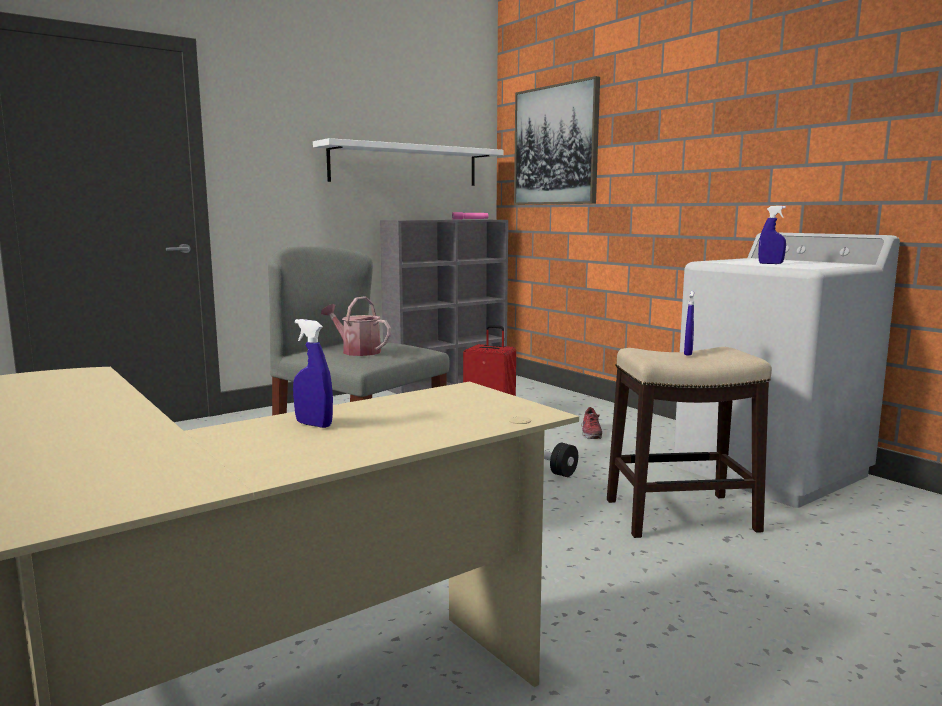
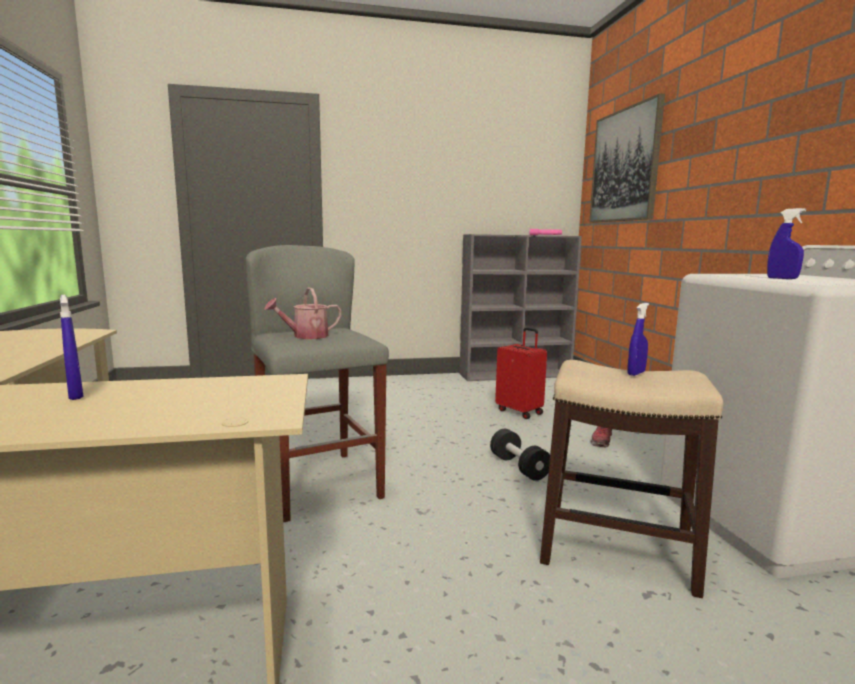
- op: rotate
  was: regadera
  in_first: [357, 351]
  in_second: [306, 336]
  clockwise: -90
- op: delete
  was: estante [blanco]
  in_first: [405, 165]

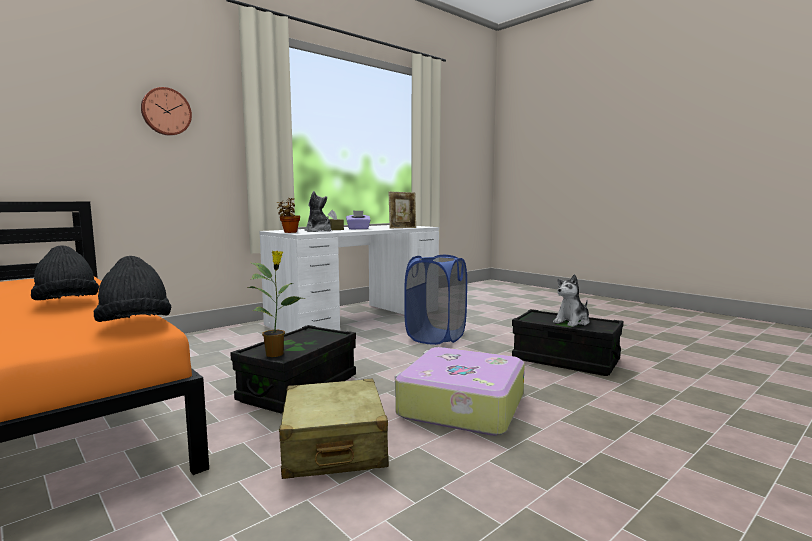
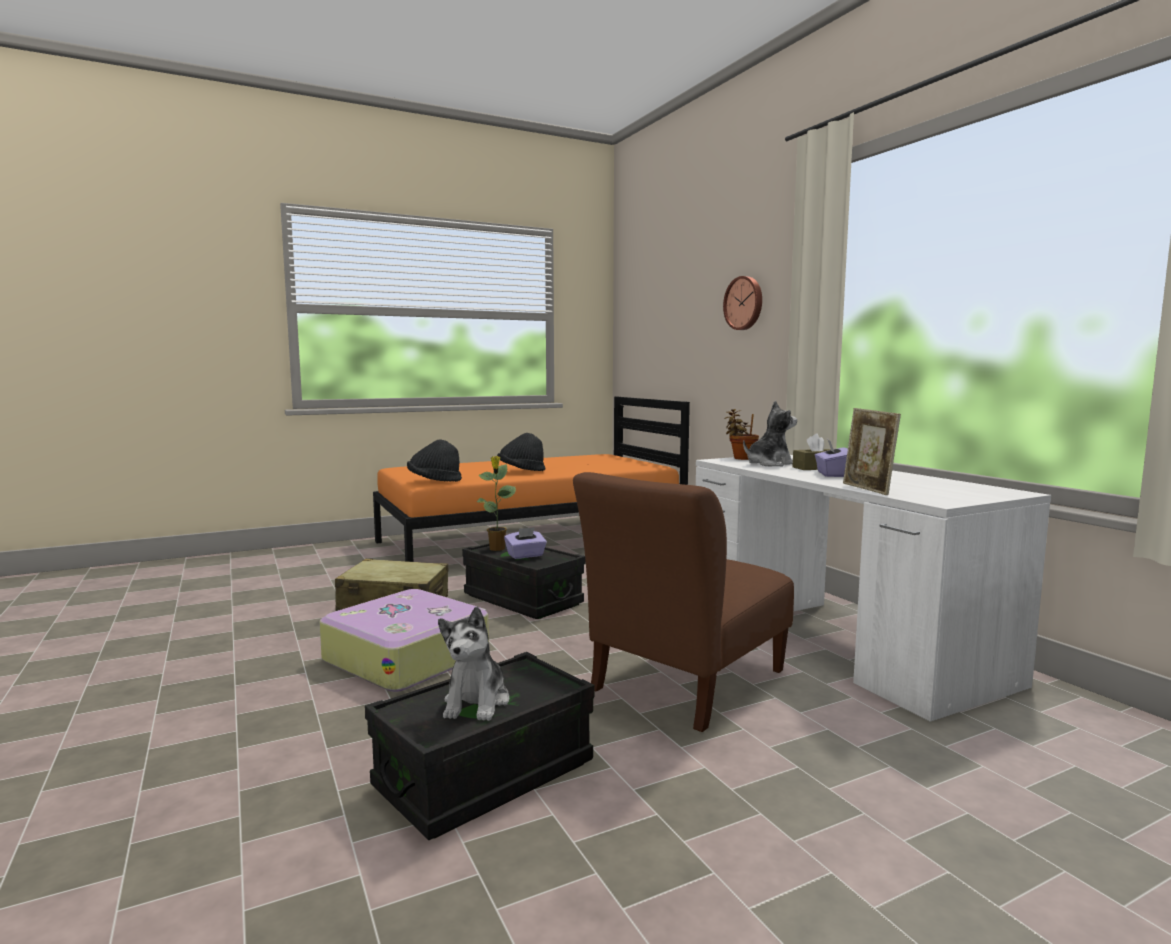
- op: rotate
  was: peluche
  in_first: [572, 322]
  in_second: [476, 702]
  clockwise: -150
- op: insert
  now: caja de pañuelos [morado]
  in_second: [525, 555]
- op: replace
  was: cesto de la ropa [azul]
  now: silla [marrón]
  in_first: [436, 337]
  in_second: [684, 684]

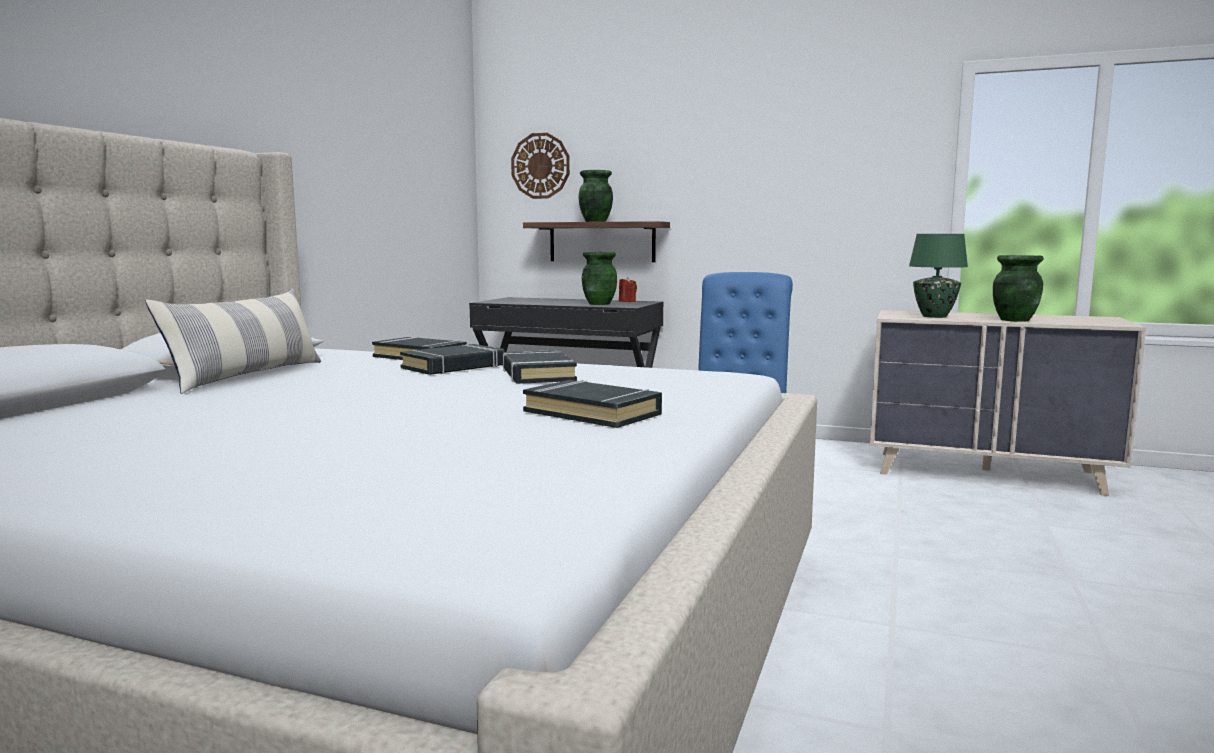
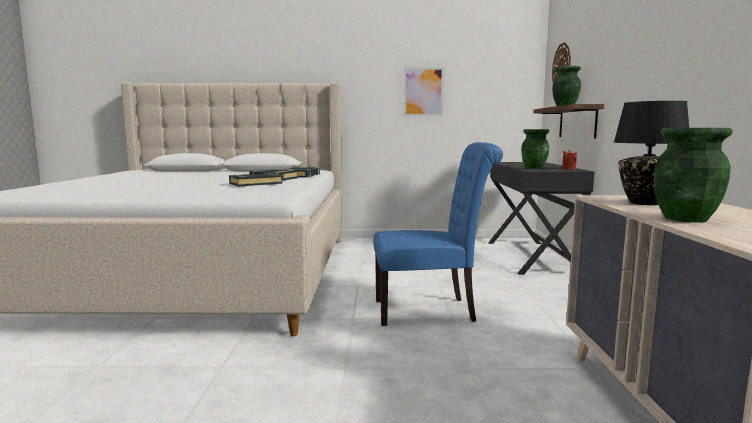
- op: insert
  now: cuadro
  in_second: [423, 92]
- op: recolor
  was: lámpara de mesa [verde]
  now: lámpara de mesa [negro]
  in_first: [934, 316]
  in_second: [645, 203]
- op: delete
  was: cojín
  in_first: [248, 376]
- op: delete
  was: libro [negro]
  in_first: [593, 413]

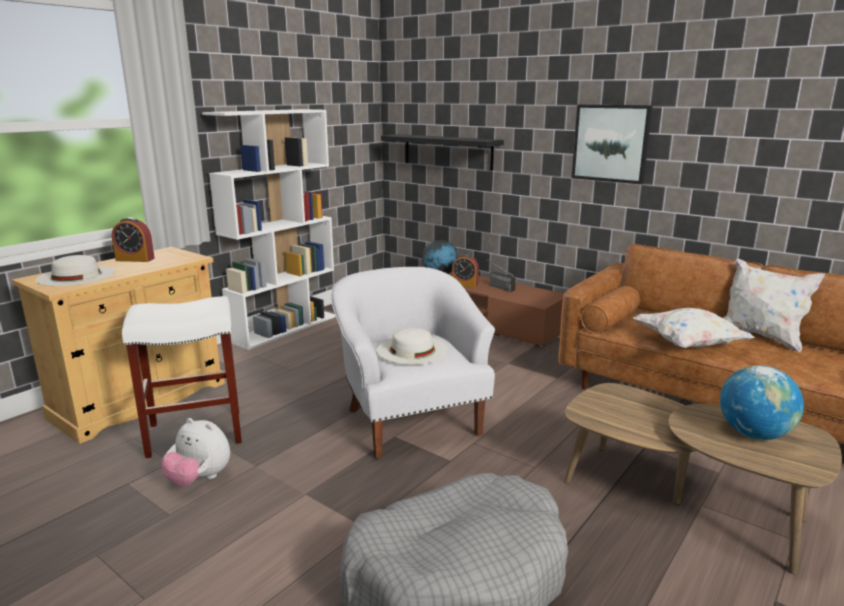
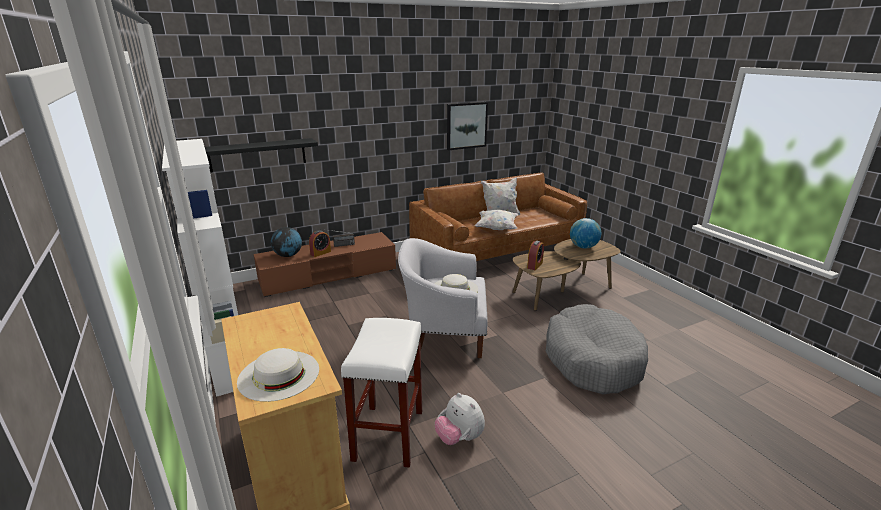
- op: rotate
  was: peluche
  in_first: [199, 479]
  in_second: [459, 438]
  clockwise: 90
- op: move
  was: cuadro
  in_first: [611, 143]
  in_second: [466, 125]
- op: move
  was: despertador
  in_first: [135, 259]
  in_second: [535, 265]

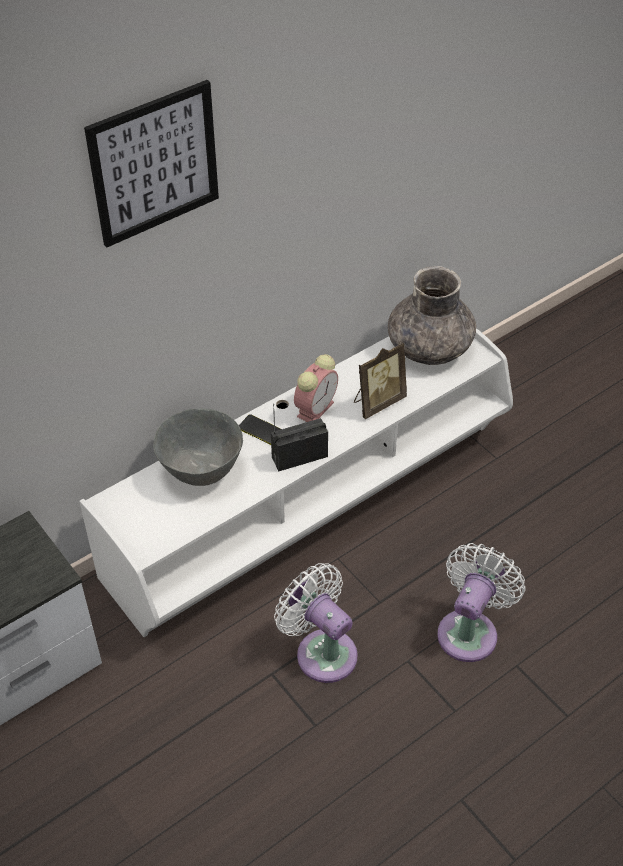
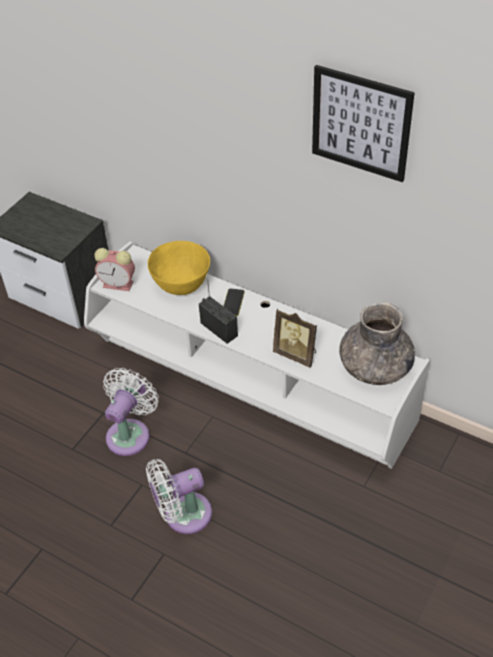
- op: move
  was: despertador
  in_first: [316, 408]
  in_second: [119, 284]
- op: rotate
  was: ventilador [blanco]
  in_first: [470, 630]
  in_second: [183, 515]
  clockwise: 150
- op: recolor
  was: cuenco [gris]
  now: cuenco [amarillo]
  in_first: [201, 470]
  in_second: [182, 285]
- op: move
  was: cuadro
  in_first: [154, 163]
  in_second: [361, 123]

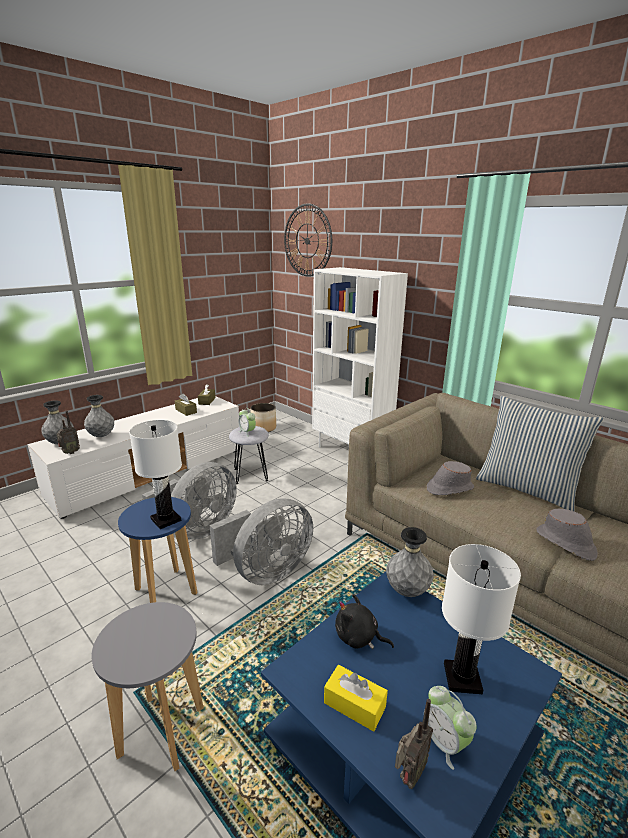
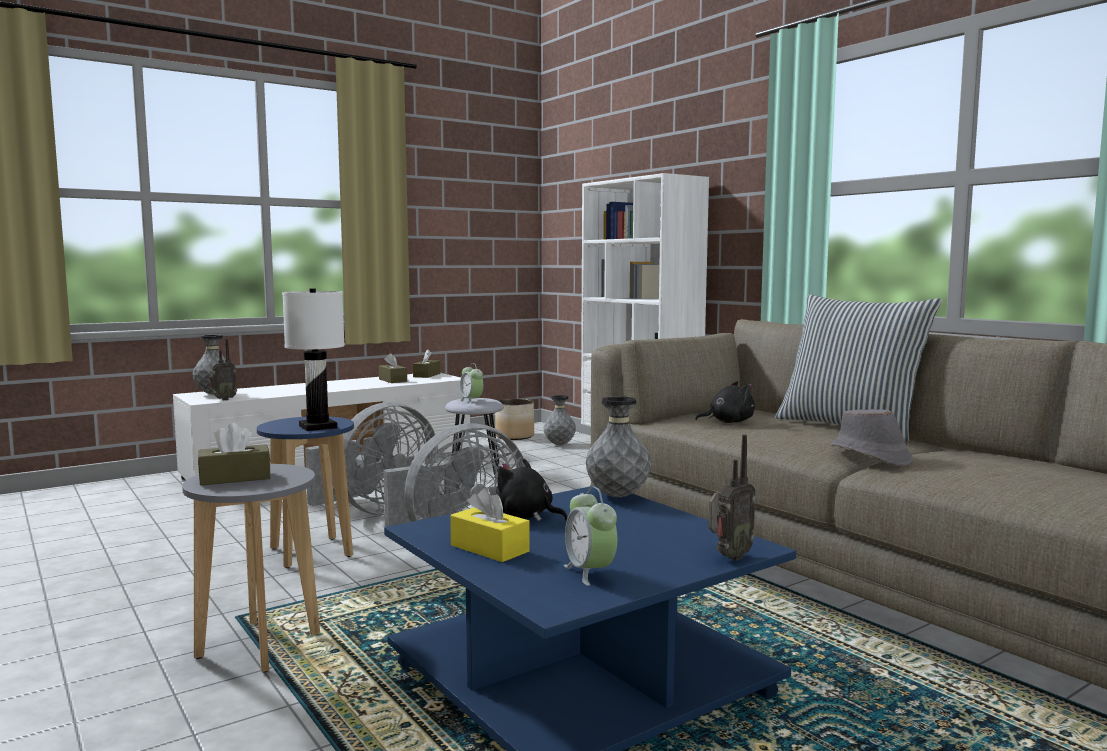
- op: insert
  now: caja de pañuelos [marrón]
  in_second: [235, 478]
- op: move
  was: florero [gris]
  in_first: [102, 436]
  in_second: [559, 444]
- op: replace
  was: sombrero [gris]
  now: peluche [negro]
  in_first: [449, 488]
  in_second: [728, 422]
- op: move
  was: radio
  in_first: [408, 775]
  in_second: [728, 557]
- op: delete
  was: reloj de pared
  in_first: [307, 241]
- op: delete
  was: lámpara de mesa [blanco]
  in_first: [462, 678]

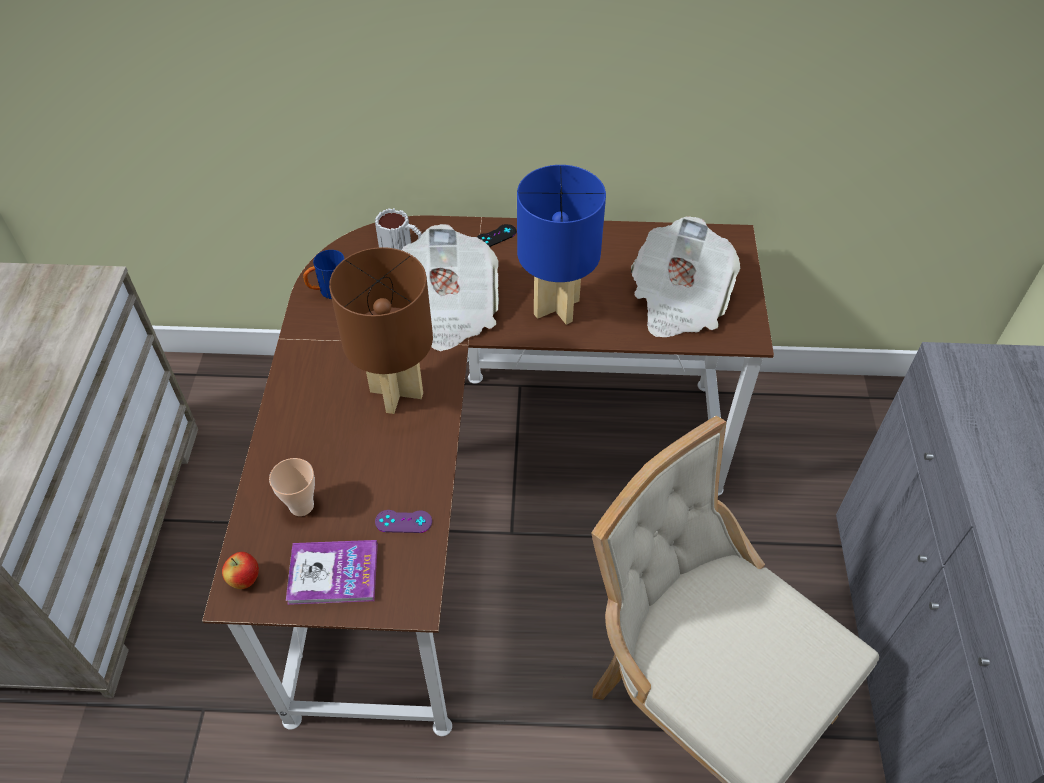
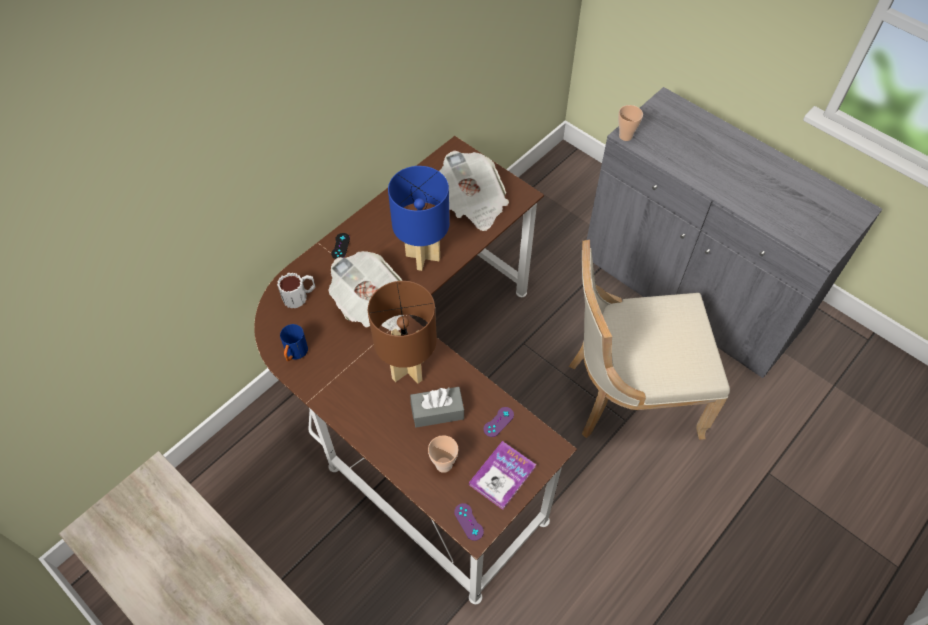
- op: insert
  now: caja de pañuelos [gris]
  in_second: [437, 412]
- op: replace
  was: manzana
  now: mando de consola [morado]
  in_first: [245, 580]
  in_second: [468, 522]
- op: insert
  now: taza
  in_second: [625, 136]

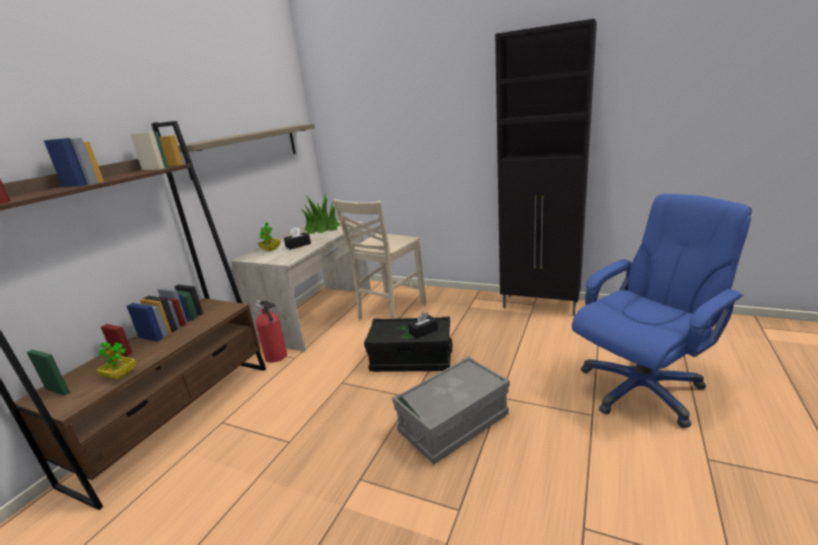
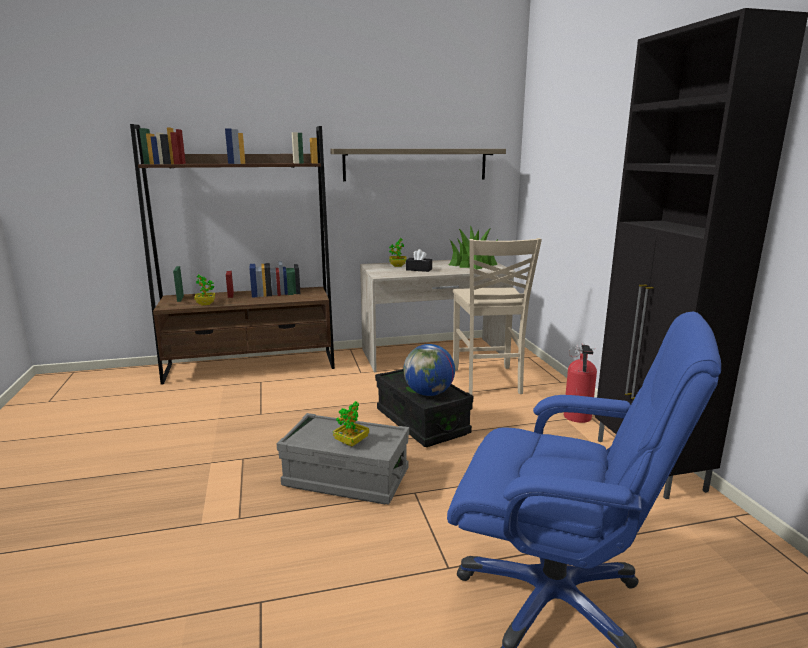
- op: insert
  now: planta en maceta
  in_second: [351, 442]
- op: replace
  was: caja de pañuelos [negro]
  now: globo terráqueo
  in_first: [423, 331]
  in_second: [429, 393]
- op: rotate
  was: silla [beis]
  in_first: [390, 311]
  in_second: [487, 382]
  clockwise: -90
- op: move
  was: extintor
  in_first: [277, 357]
  in_second: [577, 418]

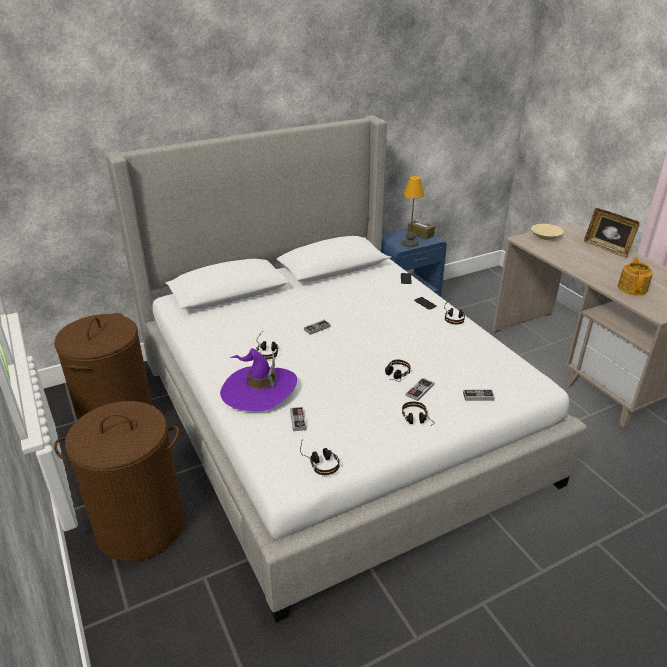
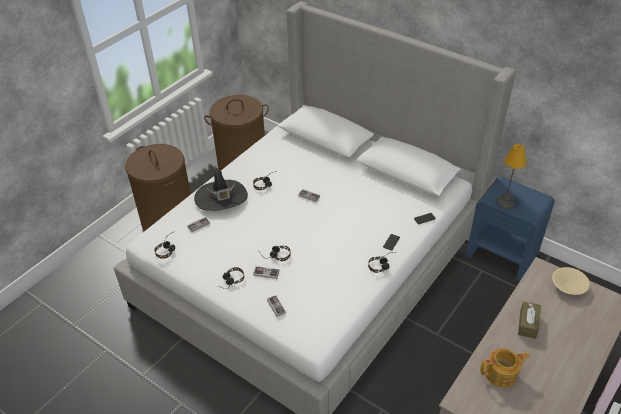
- op: recolor
  was: sombrero [morado]
  now: sombrero [negro]
  in_first: [259, 390]
  in_second: [221, 198]
- op: move
  was: caja de pañuelos [marrón]
  in_first: [420, 234]
  in_second: [528, 324]
- op: delete
  was: portarretratos
  in_first: [607, 248]

